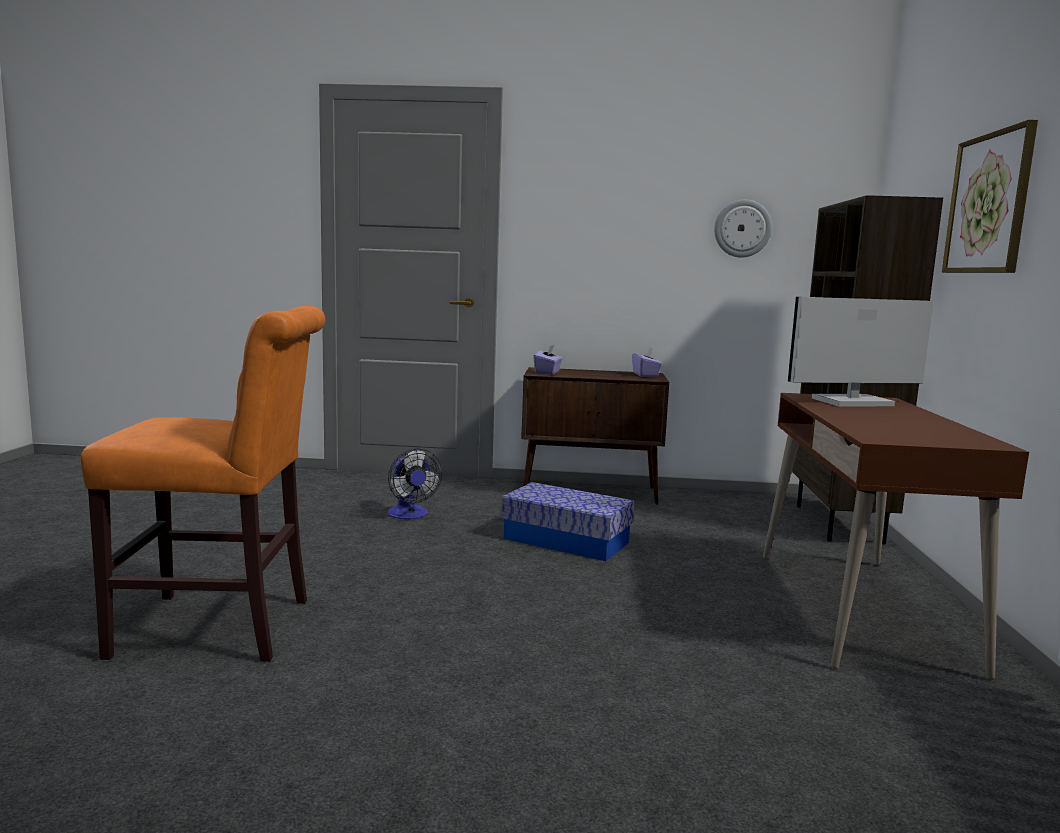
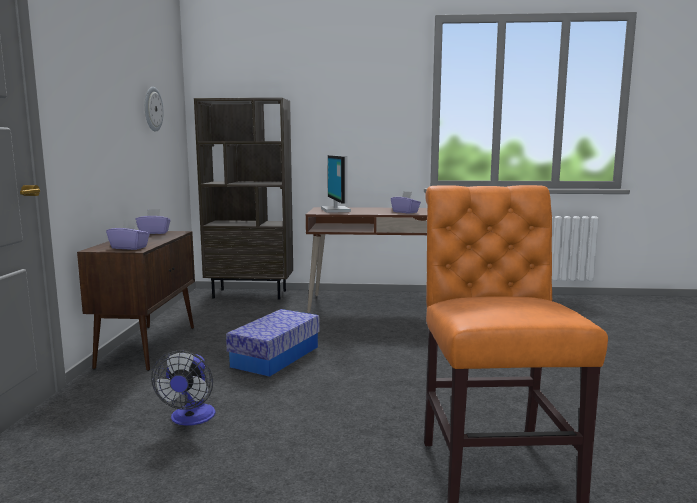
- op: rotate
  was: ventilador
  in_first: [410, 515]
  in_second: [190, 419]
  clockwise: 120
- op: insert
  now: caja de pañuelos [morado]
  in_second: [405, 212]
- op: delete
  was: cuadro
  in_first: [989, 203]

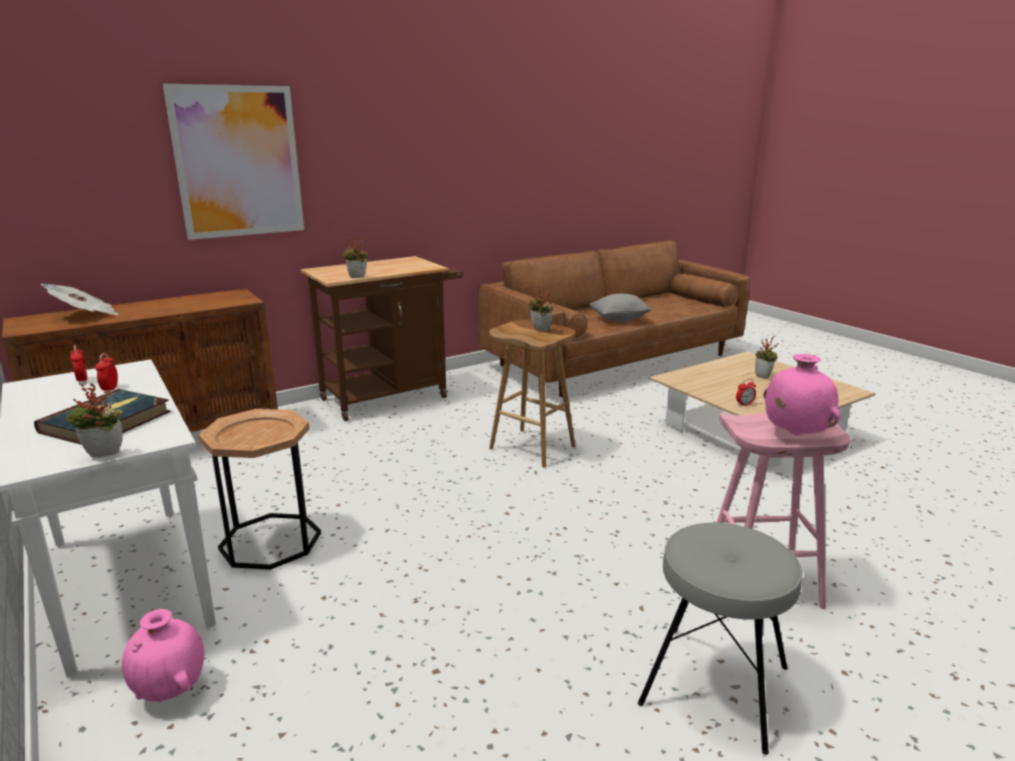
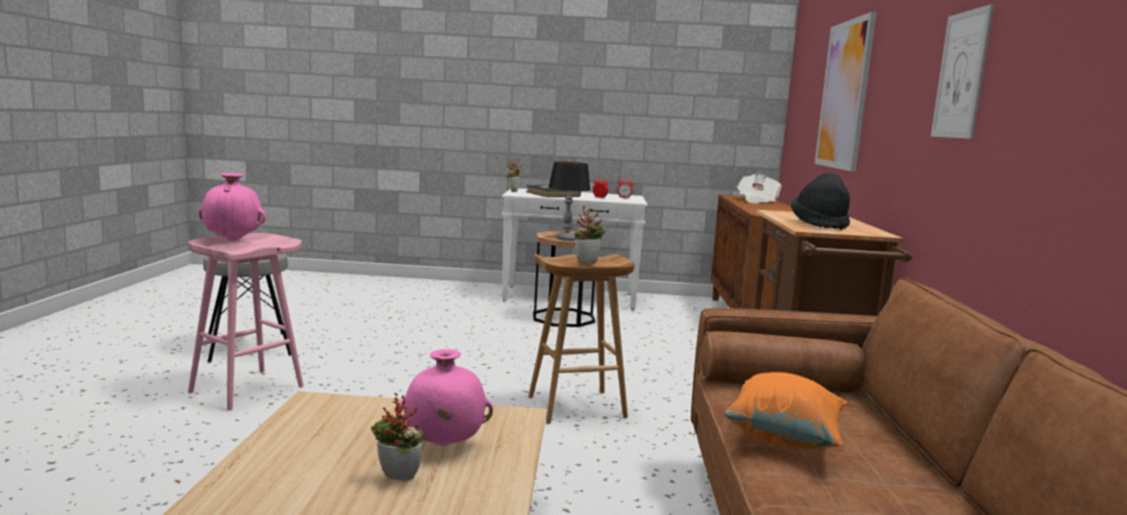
- op: move
  was: florero [rosa]
  in_first: [171, 691]
  in_second: [443, 446]
- op: insert
  now: lámpara de mesa
  in_second: [566, 239]
- op: recolor
  was: cojín [gris]
  now: cojín [naranja]
  in_first: [619, 319]
  in_second: [784, 438]
- op: insert
  now: sombrero [negro]
  in_second: [819, 224]
- op: insert
  now: cuadro
  in_second: [961, 75]
- op: delete
  was: planta en maceta
  in_first: [357, 277]
- op: delete
  was: despertador
  in_first: [744, 404]

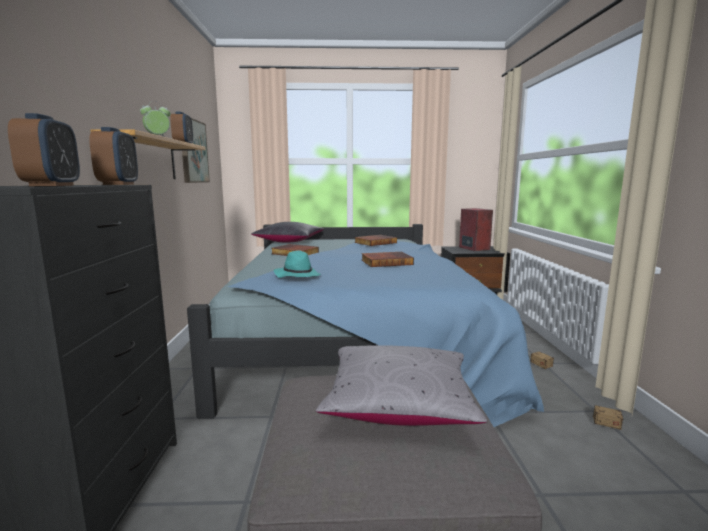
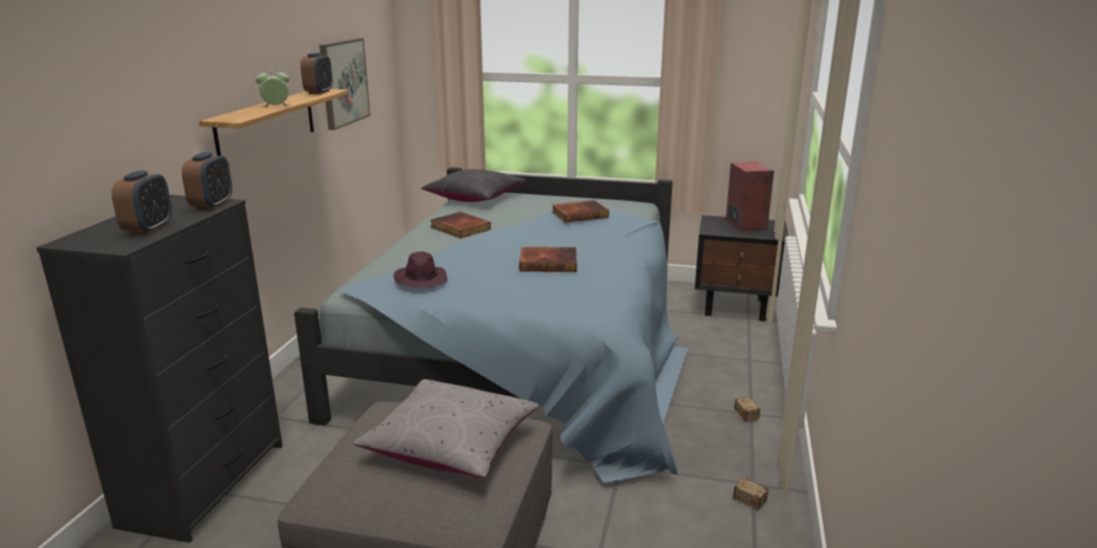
- op: recolor
  was: sombrero [turquesa]
  now: sombrero [morado]
  in_first: [297, 276]
  in_second: [420, 280]

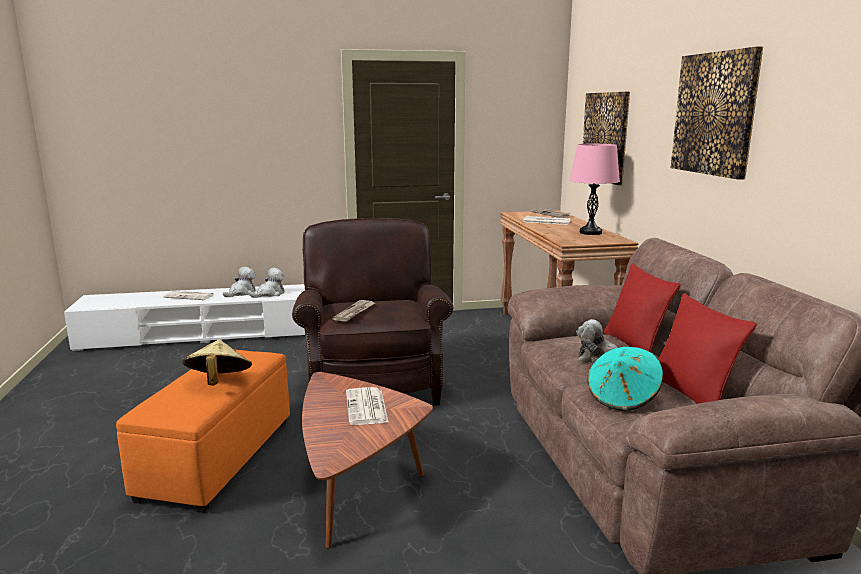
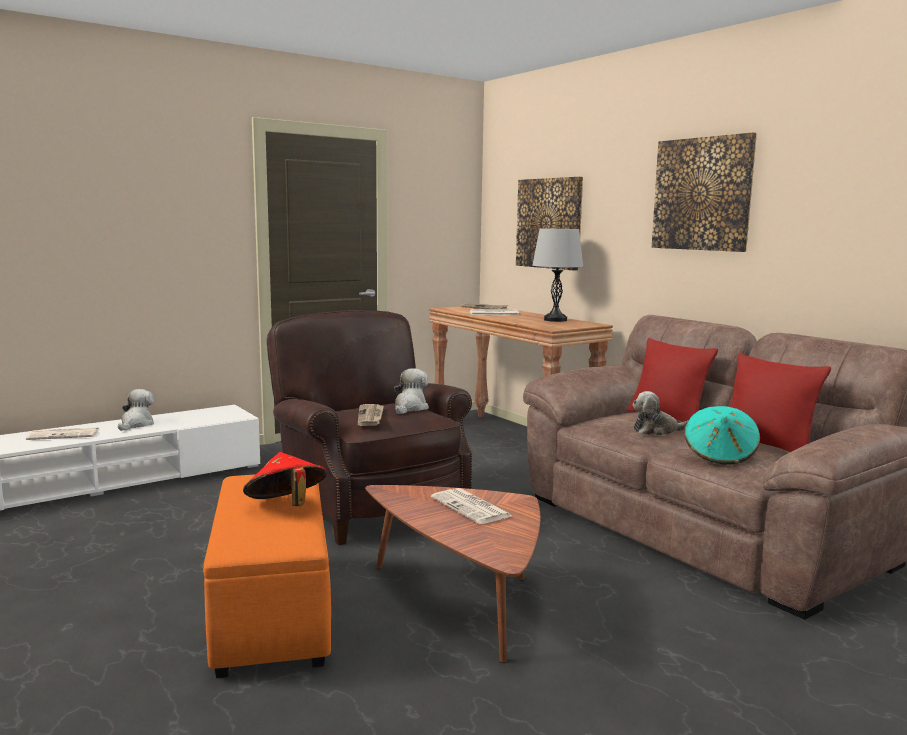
- op: recolor
  was: sombrero [beis]
  now: sombrero [rojo]
  in_first: [218, 382]
  in_second: [286, 507]
- op: move
  was: peluche
  in_first: [270, 294]
  in_second: [410, 408]
- op: recolor
  was: lámpara de mesa [rosa]
  now: lámpara de mesa [gris]
  in_first: [590, 233]
  in_second: [555, 320]

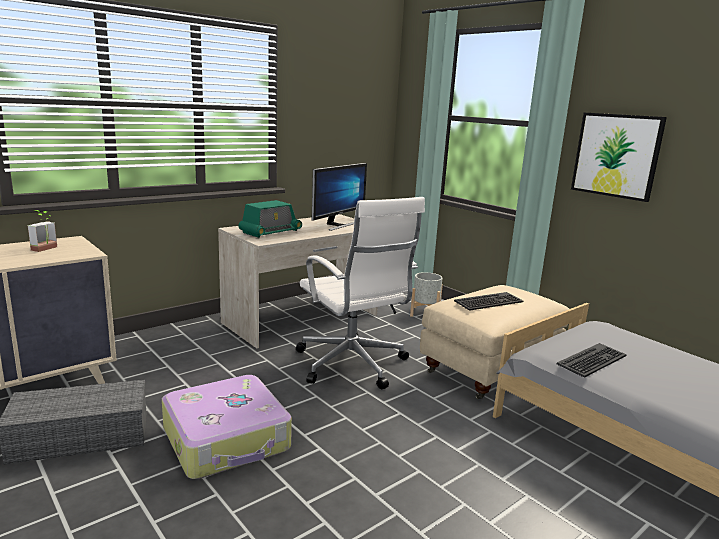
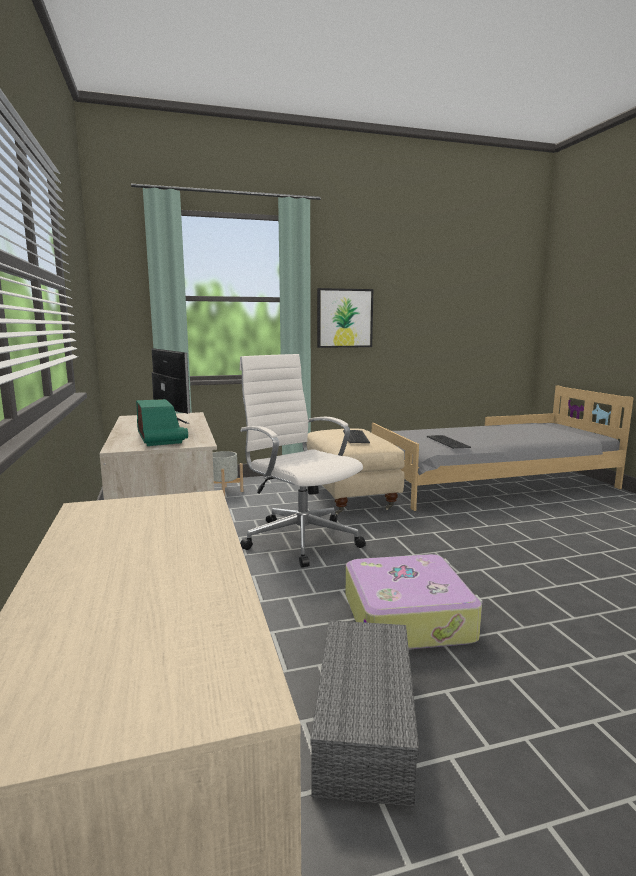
- op: rotate
  was: silla de oficina [blanco]
  in_first: [352, 365]
  in_second: [300, 538]
  clockwise: -120
- op: delete
  was: planta en maceta
  in_first: [47, 249]

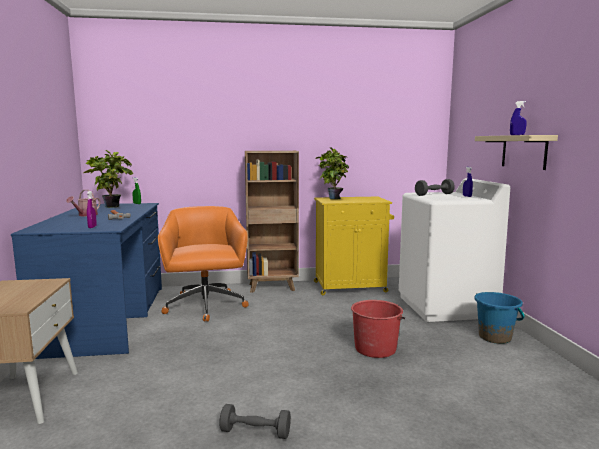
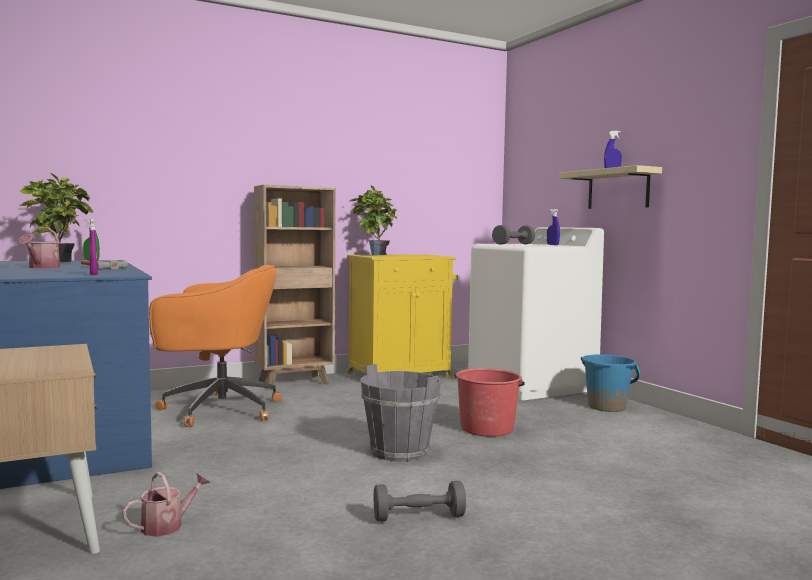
- op: insert
  now: regadera
  in_second: [167, 525]
- op: rotate
  was: silla de oficina [naranja]
  in_first: [205, 307]
  in_second: [217, 409]
  clockwise: 120
- op: insert
  now: cubo [gris]
  in_second: [400, 451]

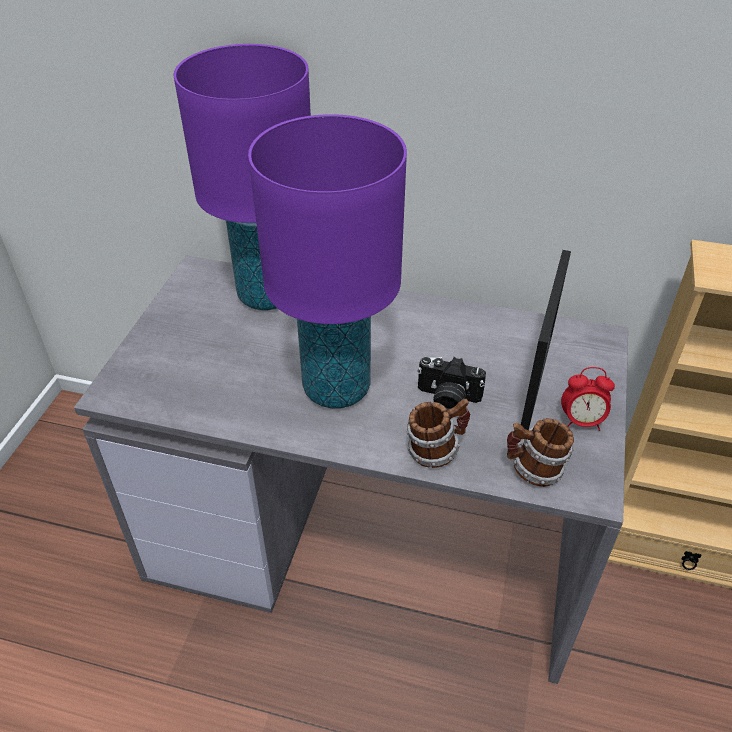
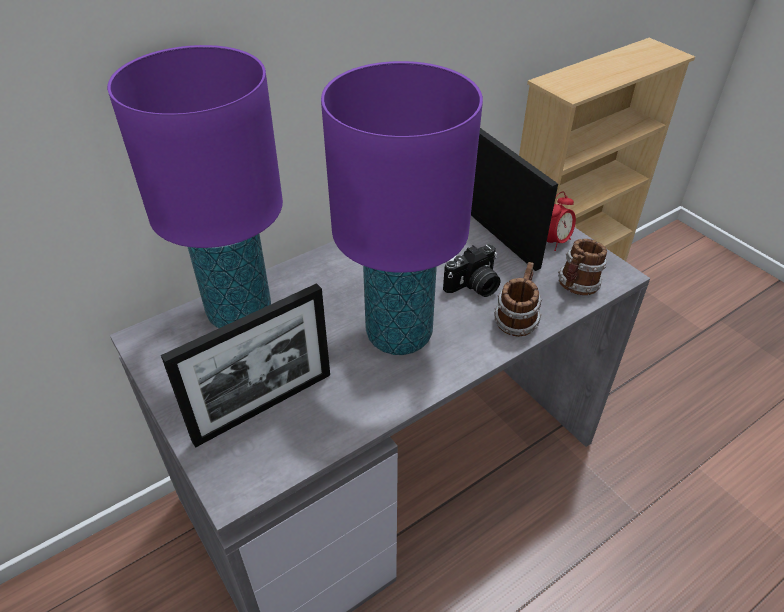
- op: insert
  now: portarretratos
  in_second: [264, 406]

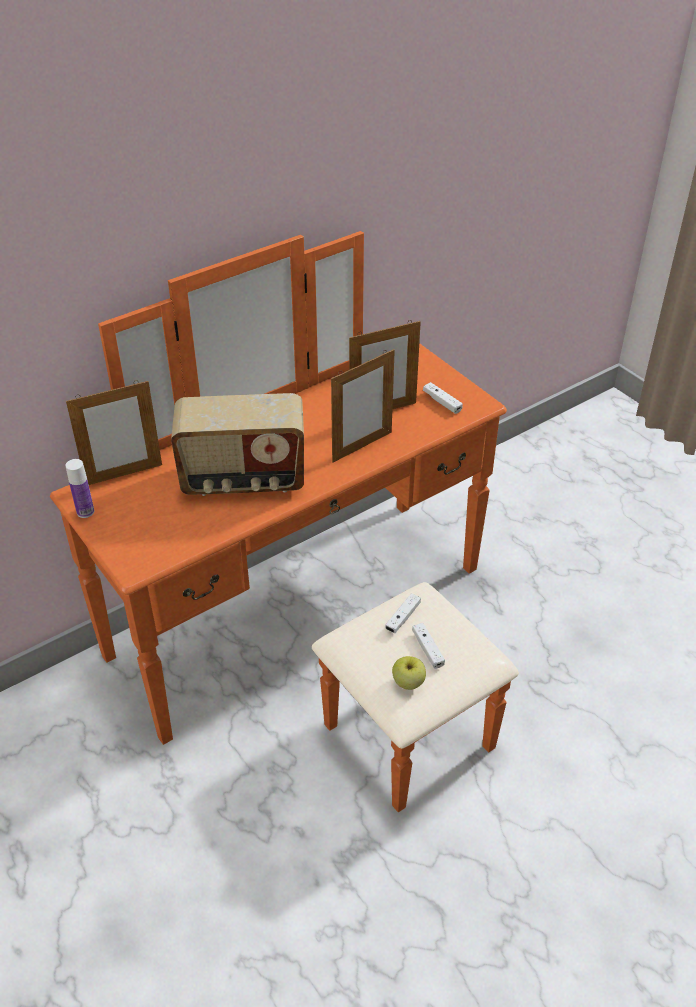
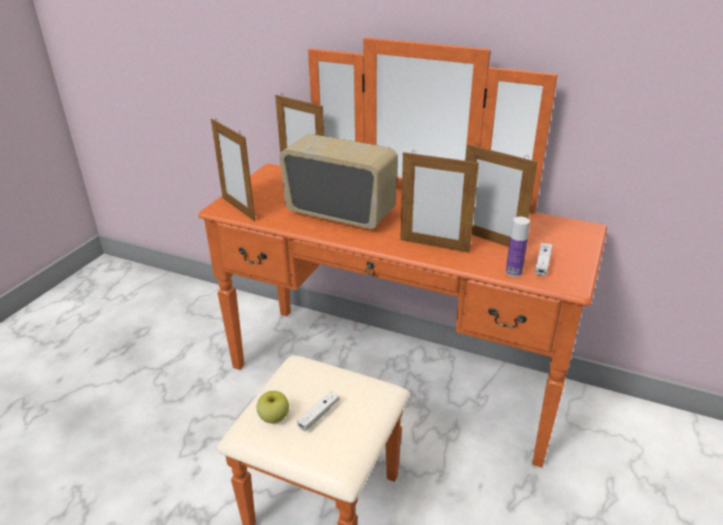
- op: insert
  now: portarretratos
  in_second: [238, 209]
- op: rotate
  was: radio
  in_first: [243, 480]
  in_second: [341, 213]
  clockwise: 150
- op: move
  was: botella
  in_first: [85, 512]
  in_second: [513, 272]
- op: delete
  was: mando de consola [blanco]
  in_first: [403, 617]

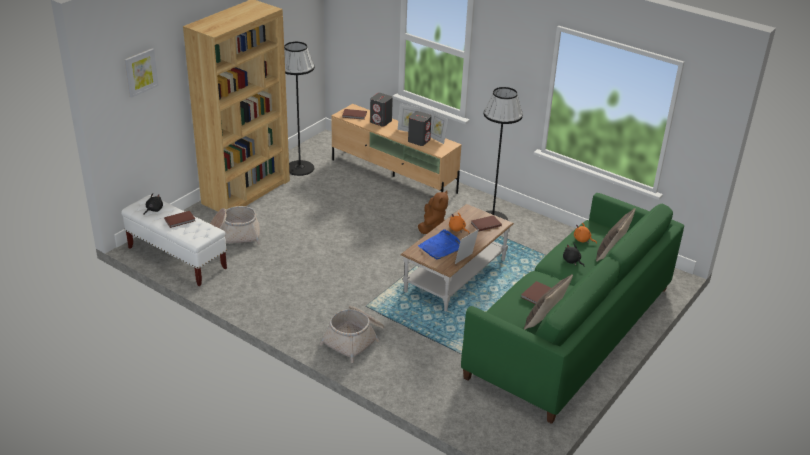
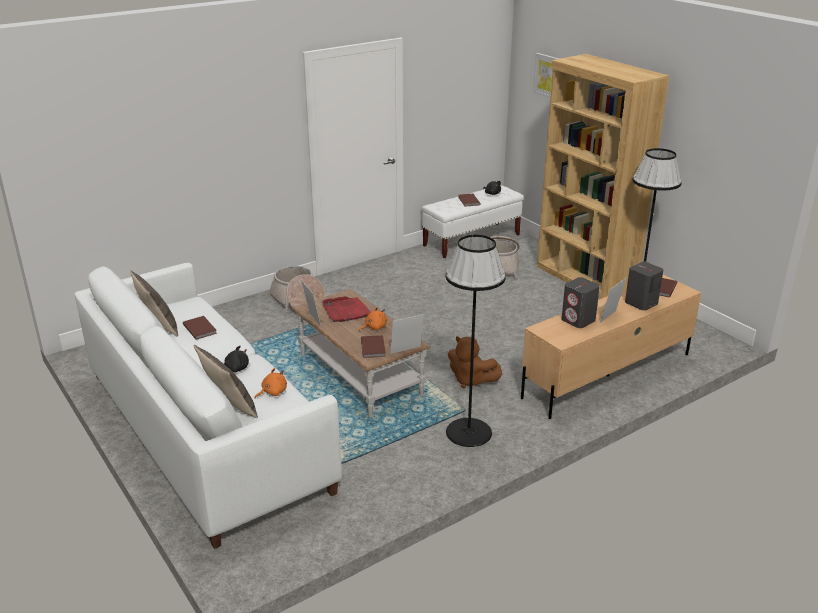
- op: recolor
  was: sofá [verde]
  now: sofá [blanco]
  in_first: [571, 331]
  in_second: [205, 429]
- op: recolor
  was: bandeja [azul]
  now: bandeja [rojo]
  in_first: [441, 247]
  in_second: [346, 311]
- op: move
  was: portarretratos
  in_first: [437, 139]
  in_second: [406, 351]

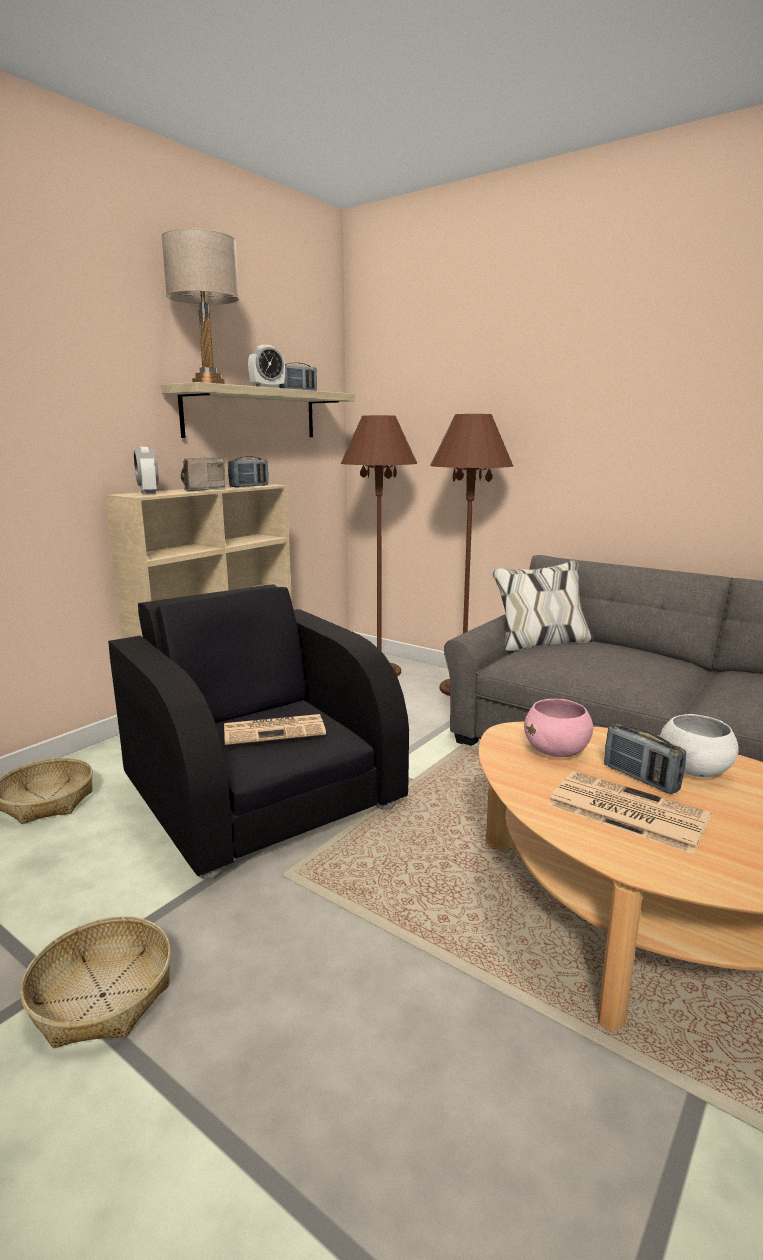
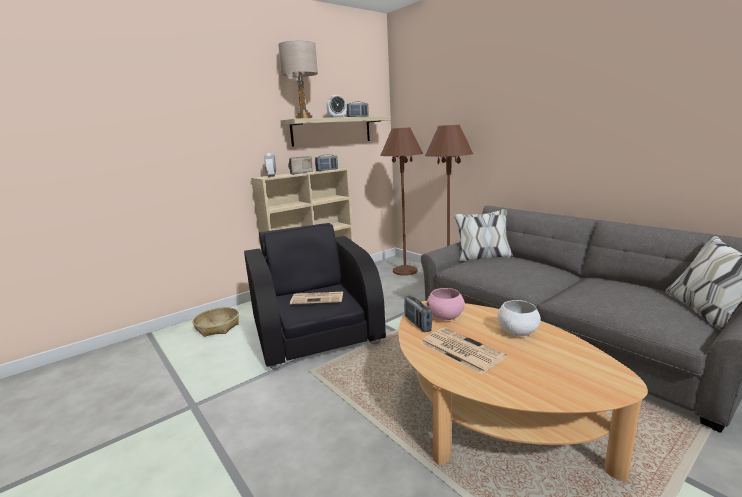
- op: move
  was: radio
  in_first: [640, 778]
  in_second: [417, 324]
- op: delete
  was: cesta
  in_first: [102, 995]

